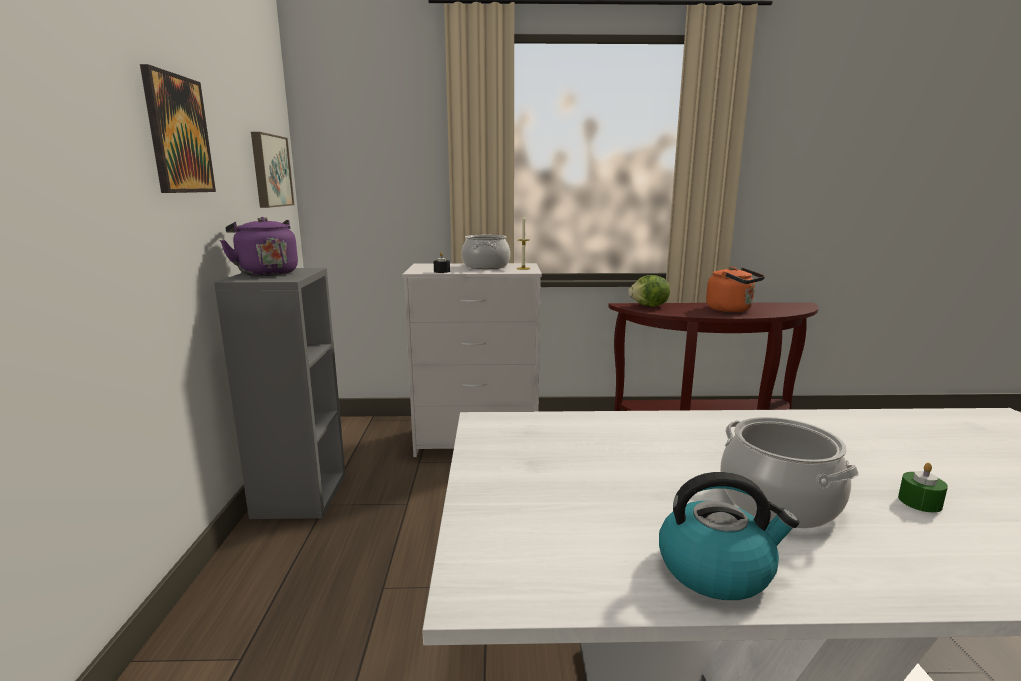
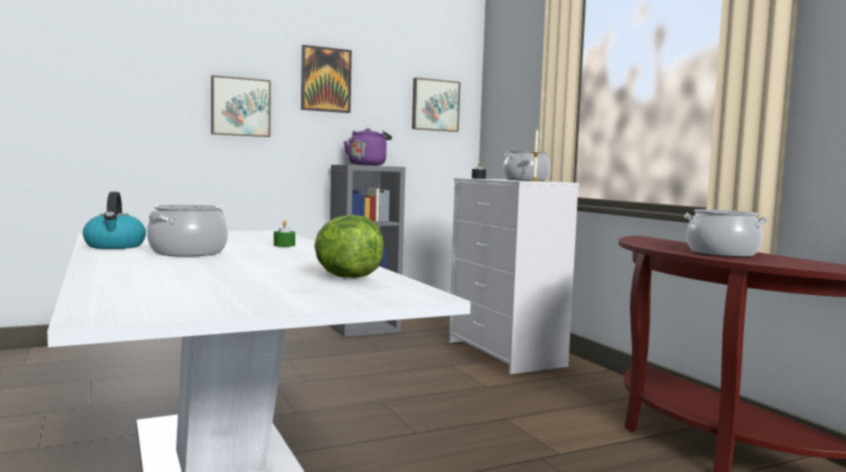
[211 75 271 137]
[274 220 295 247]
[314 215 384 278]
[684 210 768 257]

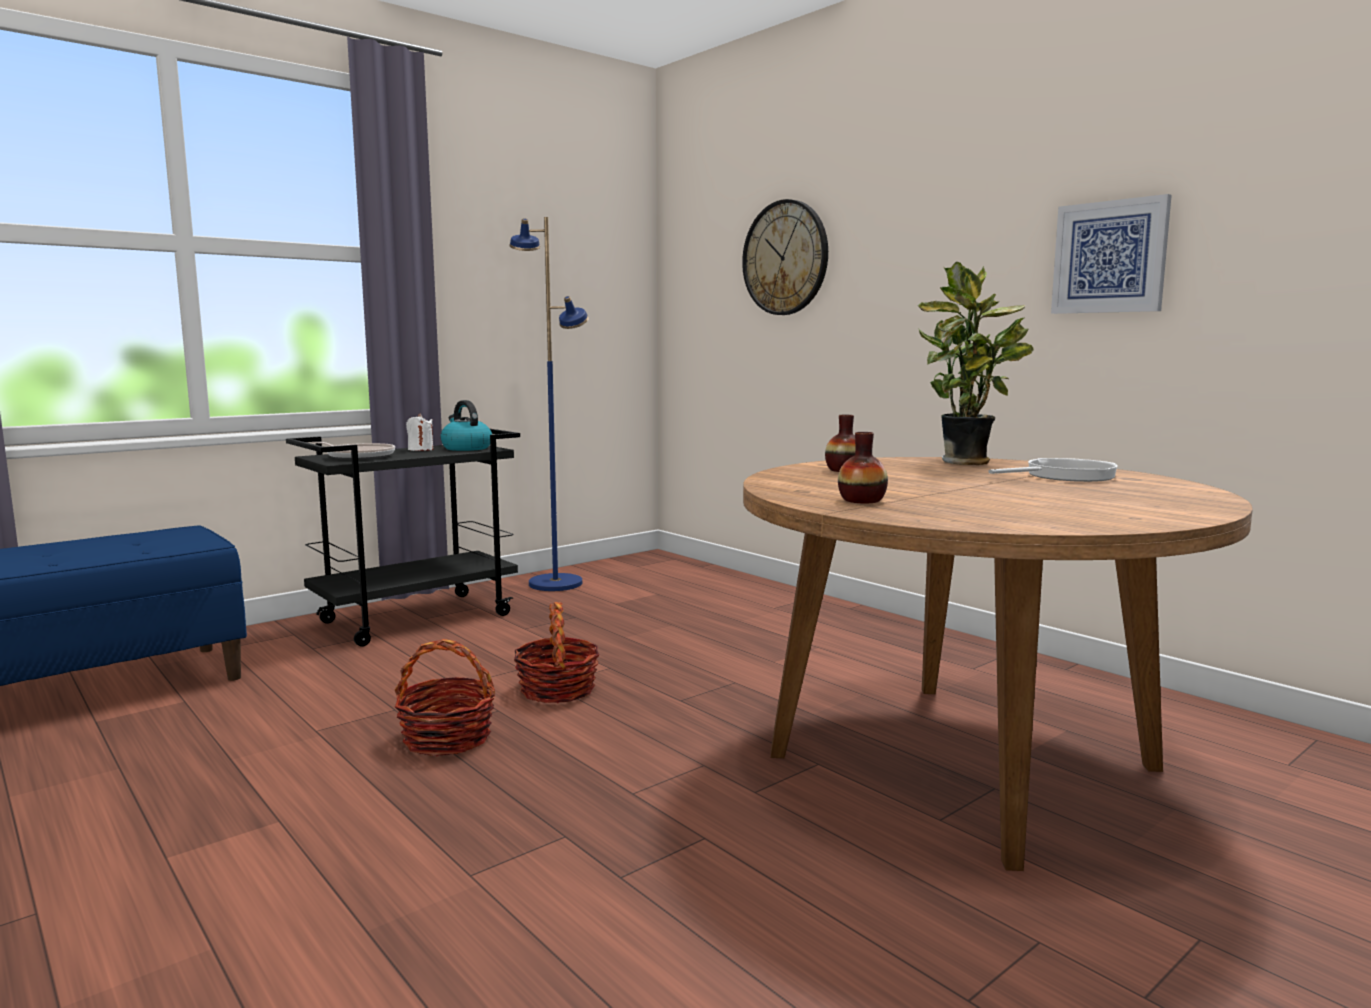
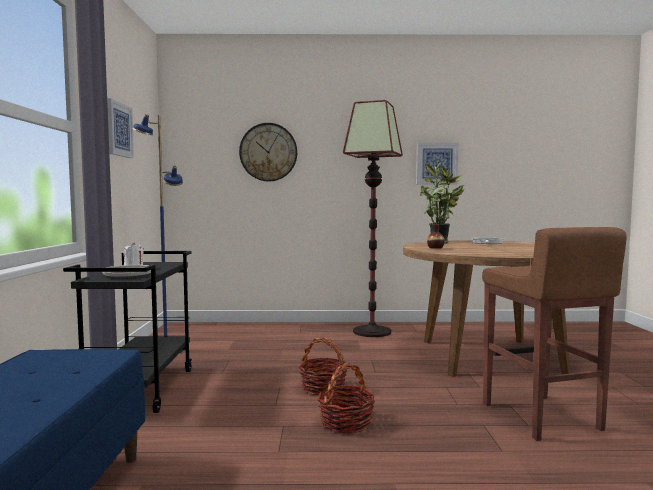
[107 98 134 158]
[343 100 403 337]
[482 227 627 441]
[440 400 492 451] (first image)
[838 432 888 503] (first image)

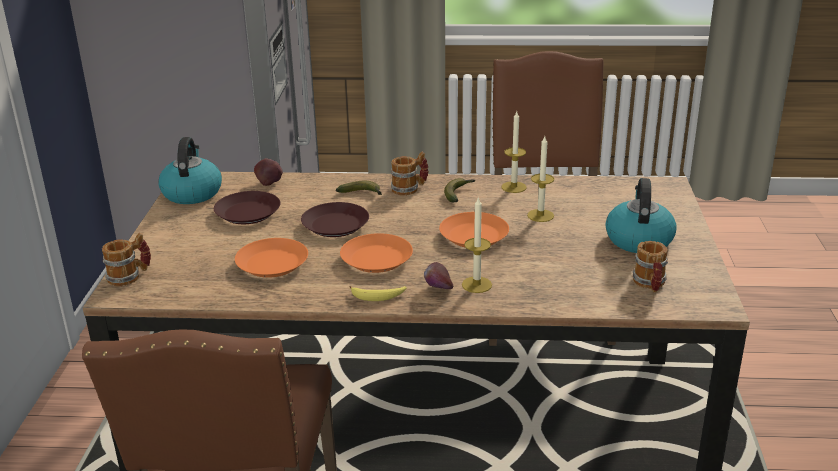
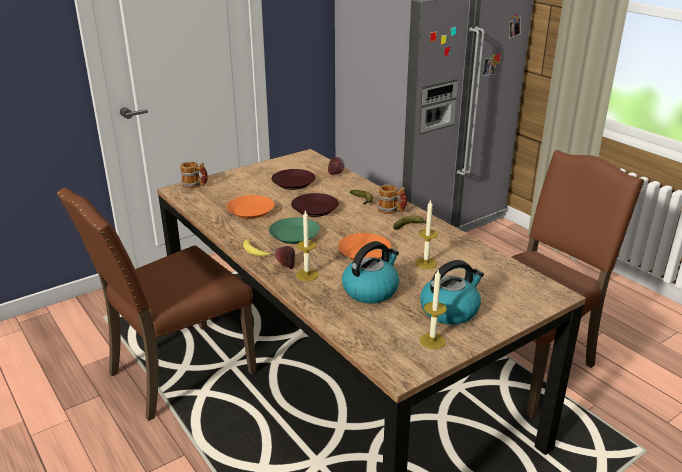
[269 217 320 244]
[342 241 399 303]
[420 269 447 349]
[633 241 668 293] (first image)

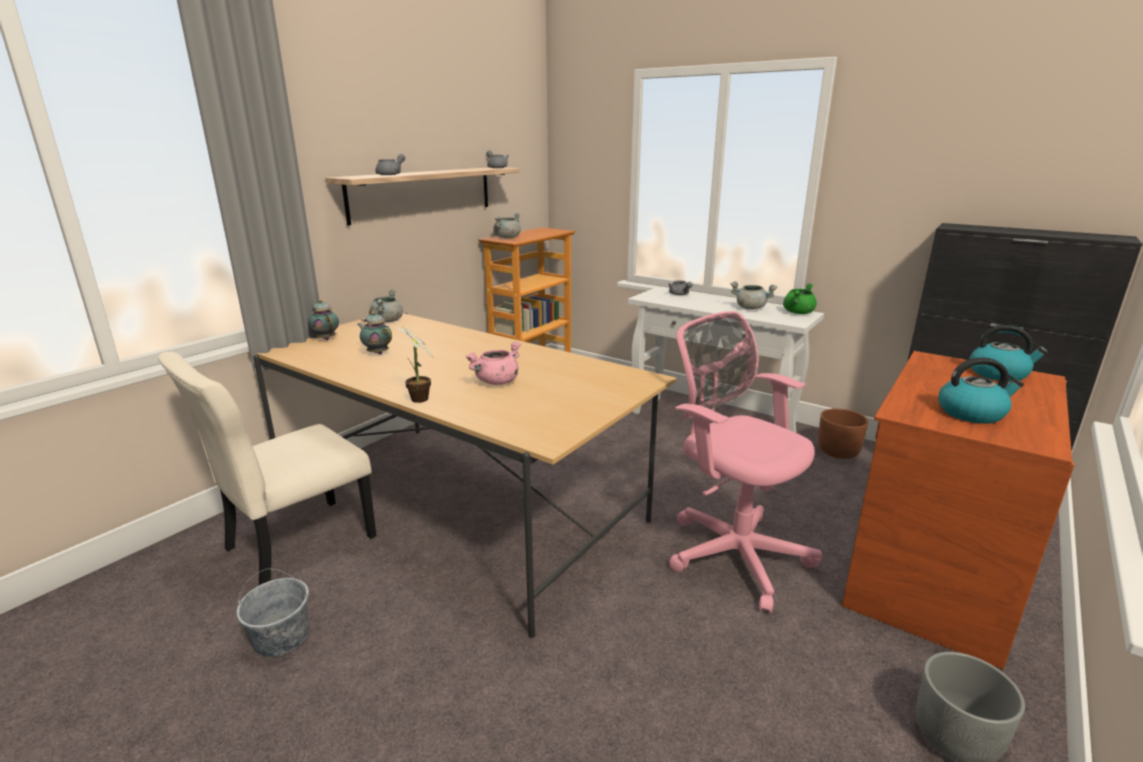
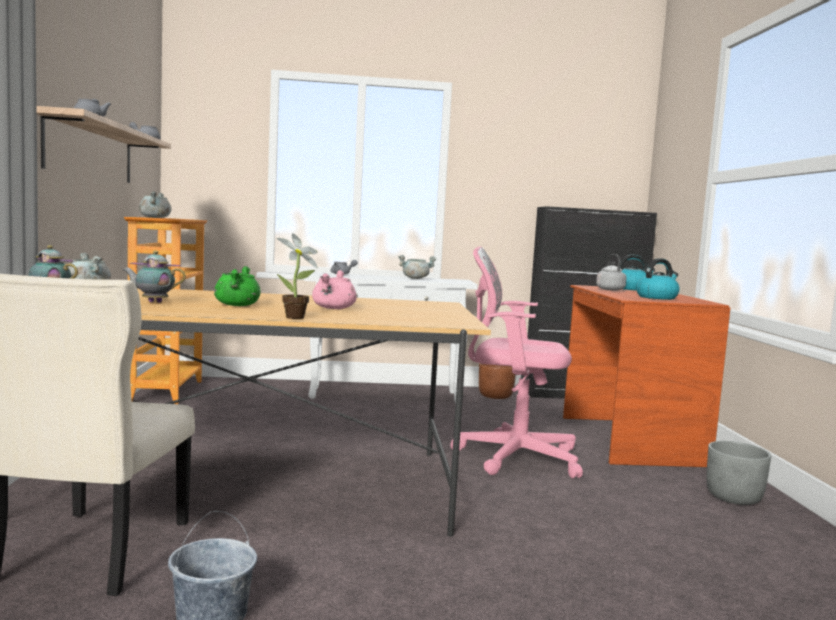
[214 266 261 306]
[596 254 627 291]

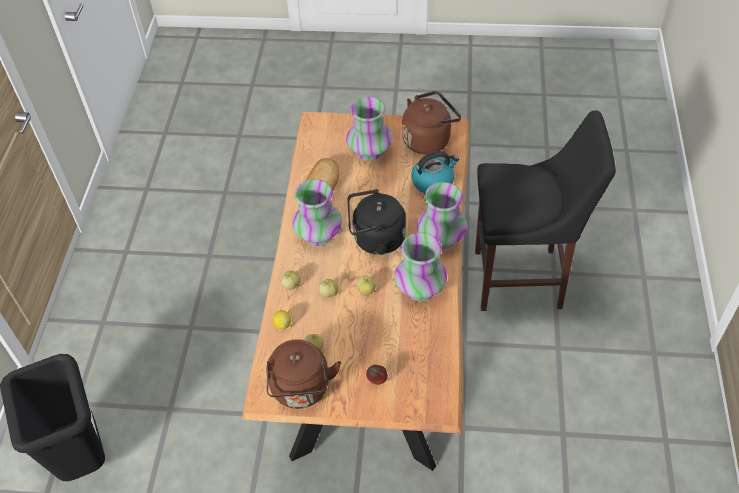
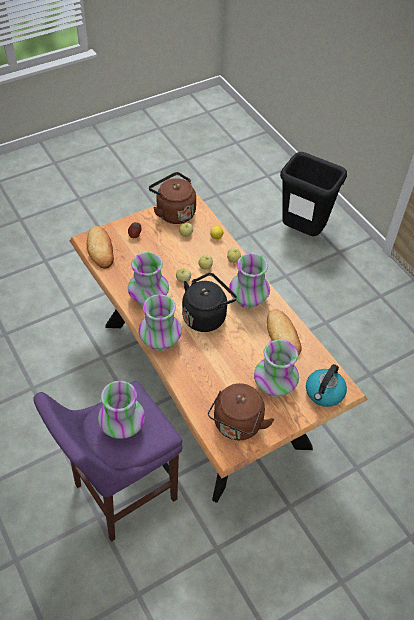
[33 381 182 542]
[87 226 114 269]
[98 381 145 439]
[306 364 347 407]

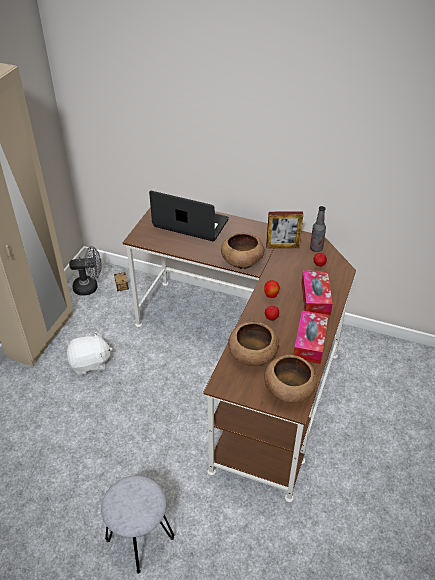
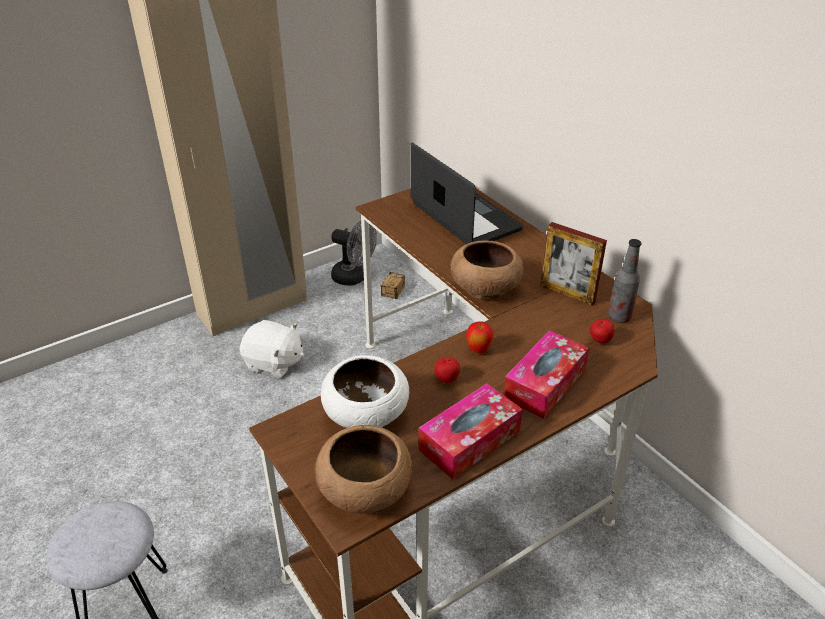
[321 355 409 428]

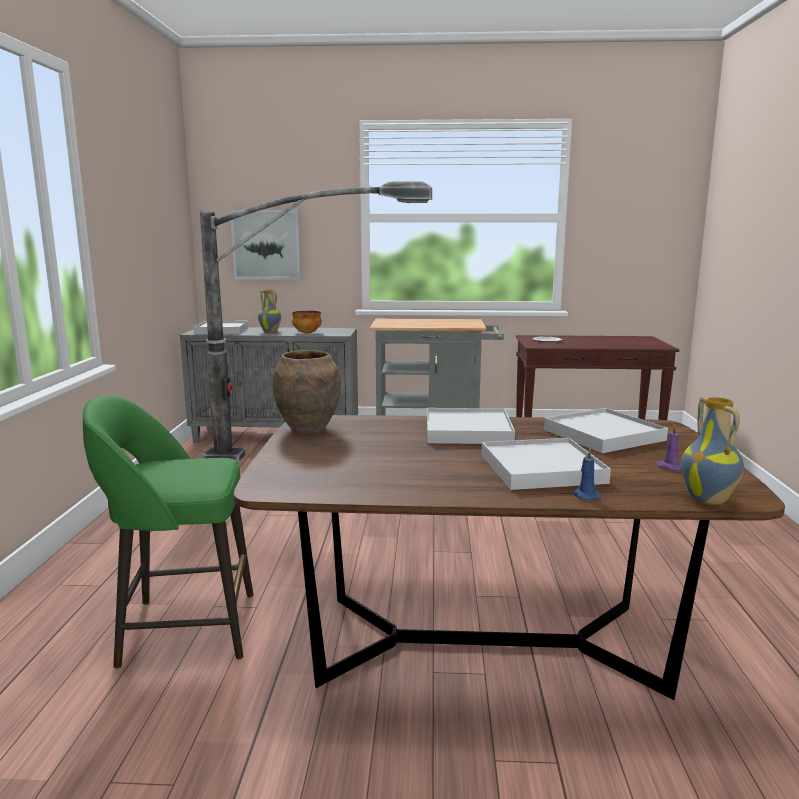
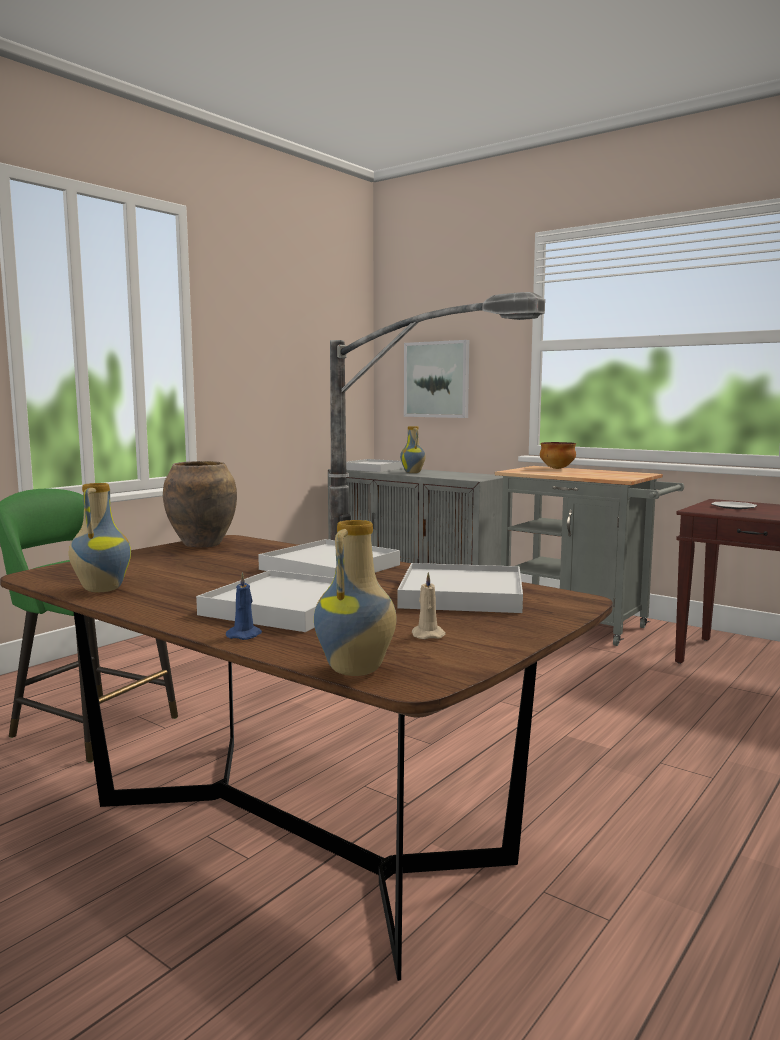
[69 483 131 592]
[412 572 446 639]
[540 442 576 469]

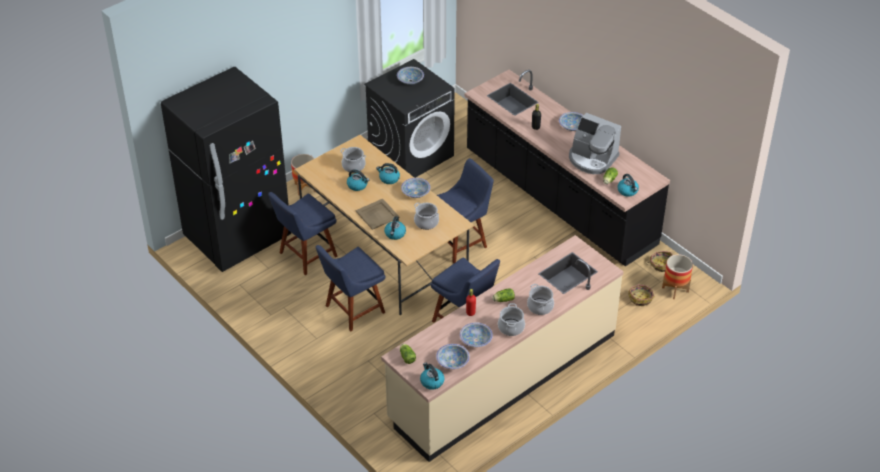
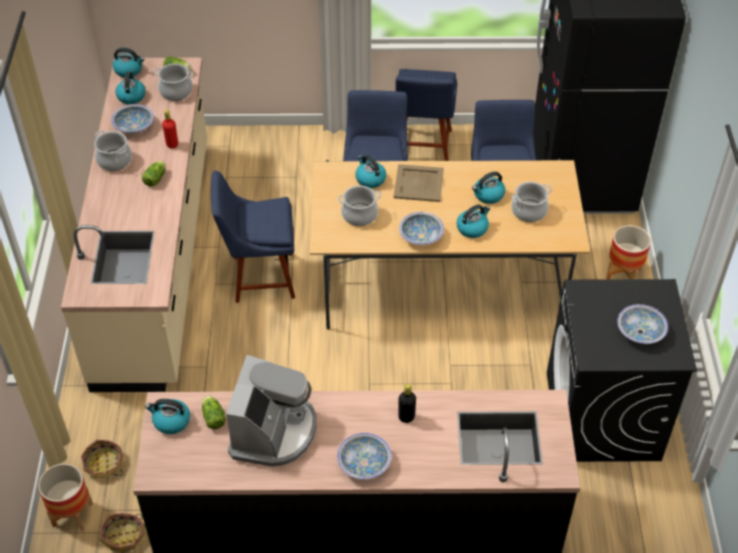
[116 71 146 104]
[154 63 193 101]
[226 355 317 467]
[395 69 457 161]

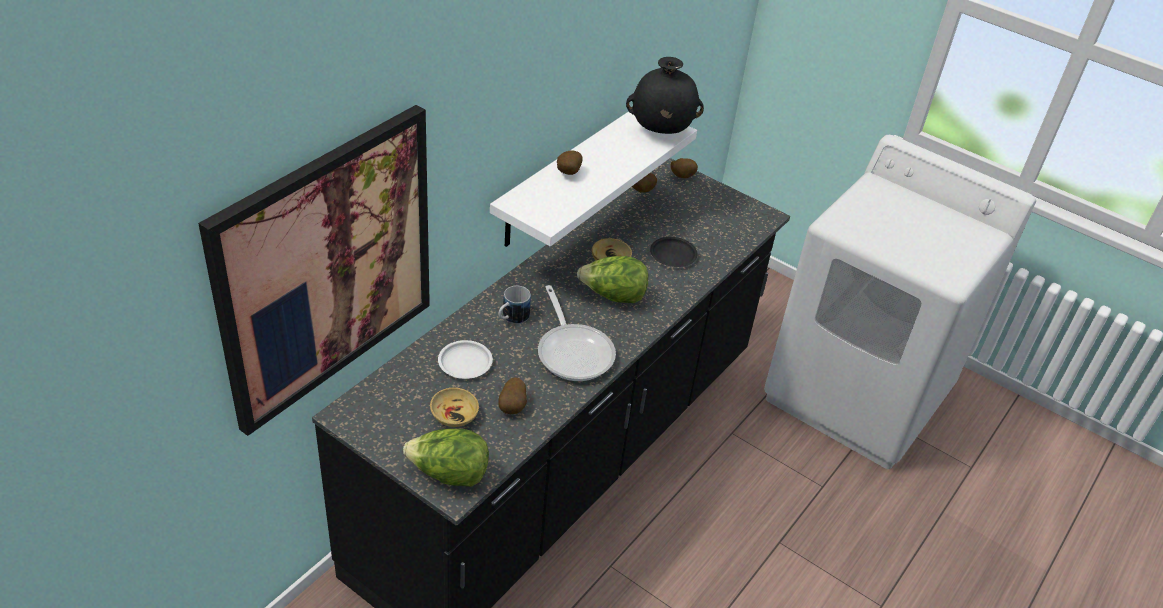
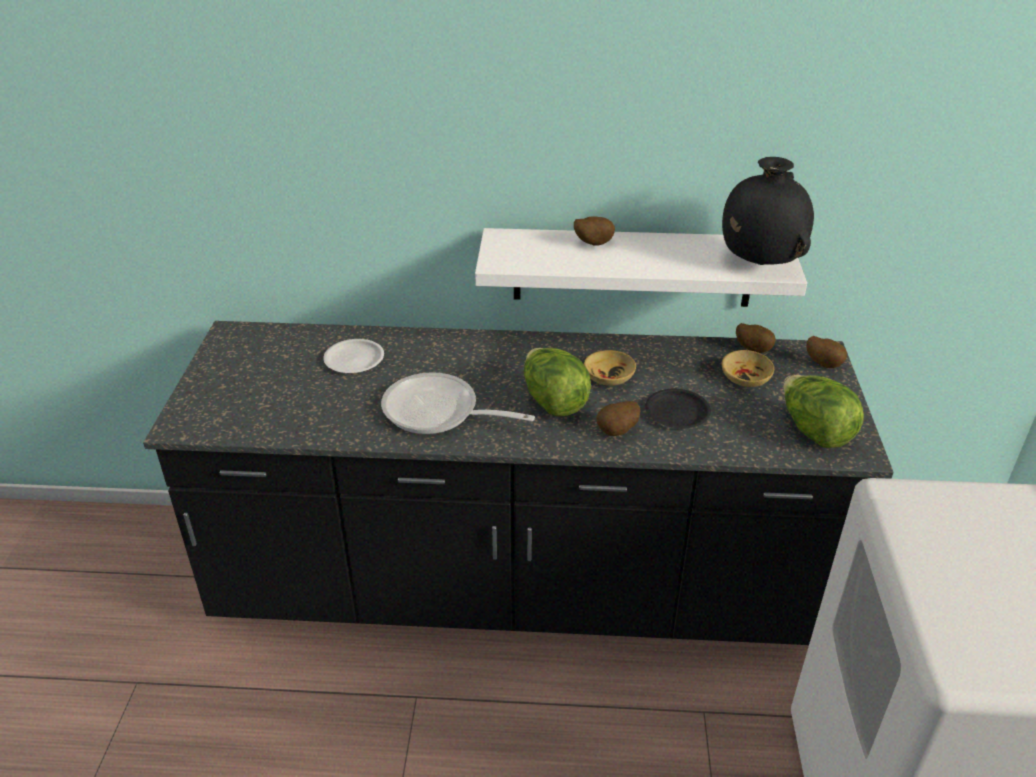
[381 372 535 434]
[596 401 640 436]
[722 350 774 387]
[784 375 864 448]
[198 105 430 436] (first image)
[499 286 531 324] (first image)

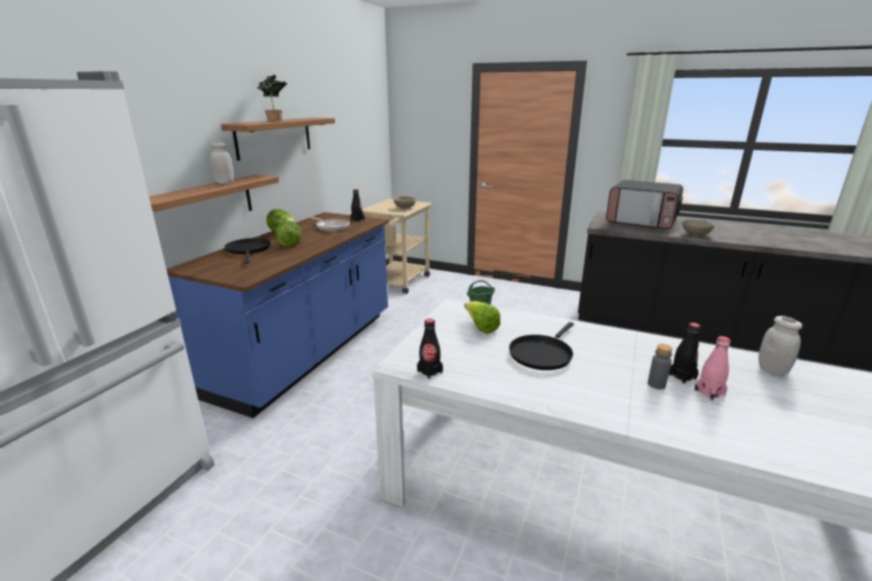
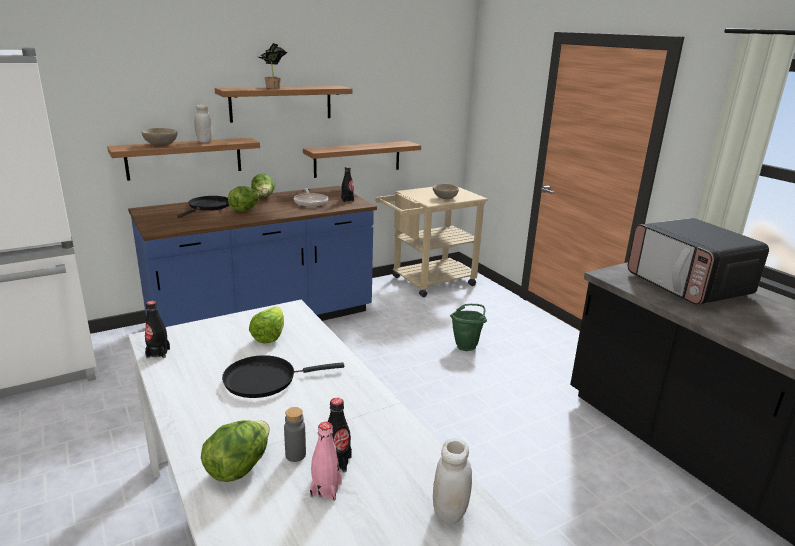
[142 128 177 146]
[201 420 269 482]
[303 141 421 178]

